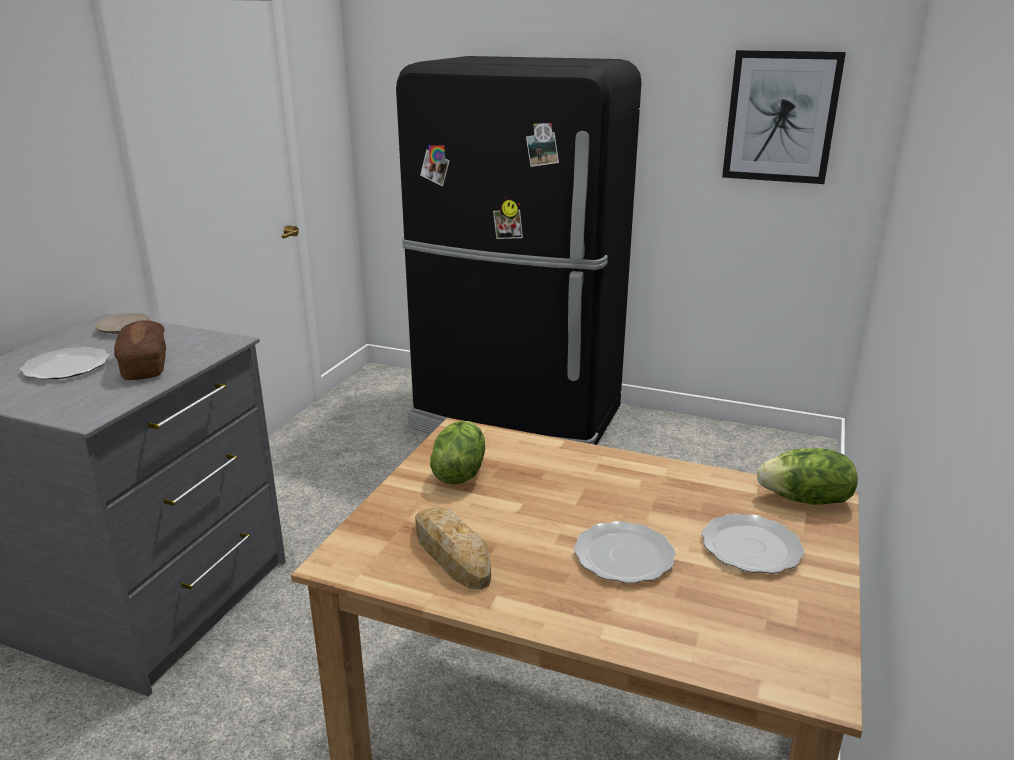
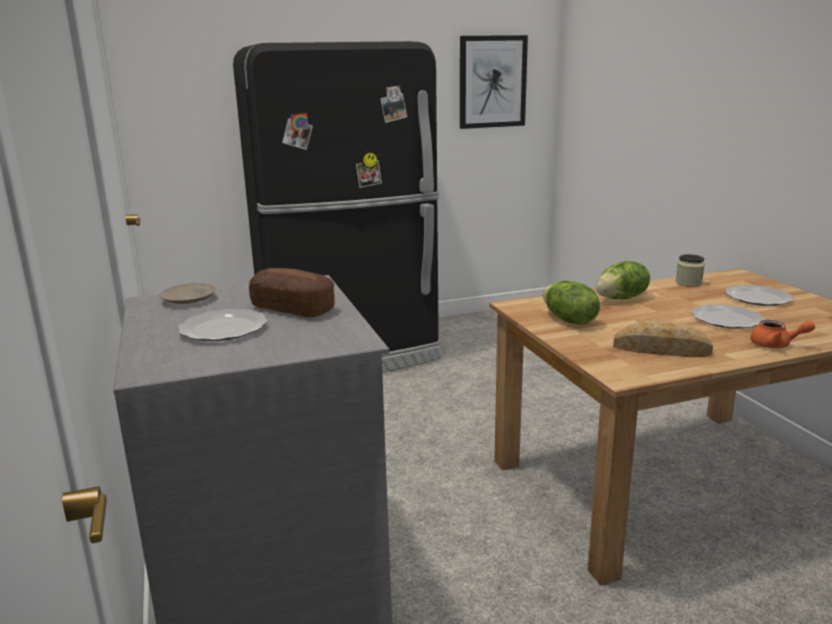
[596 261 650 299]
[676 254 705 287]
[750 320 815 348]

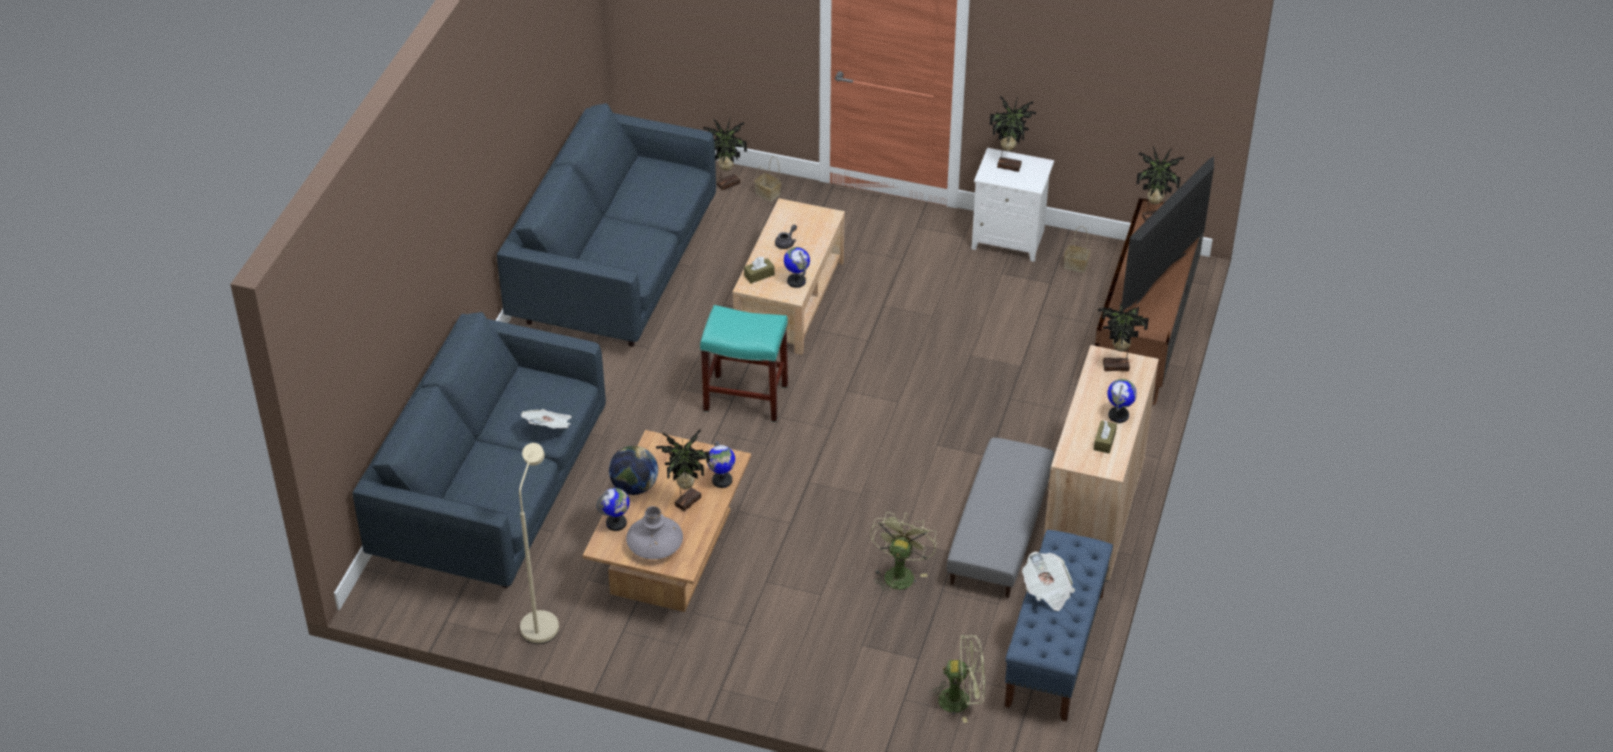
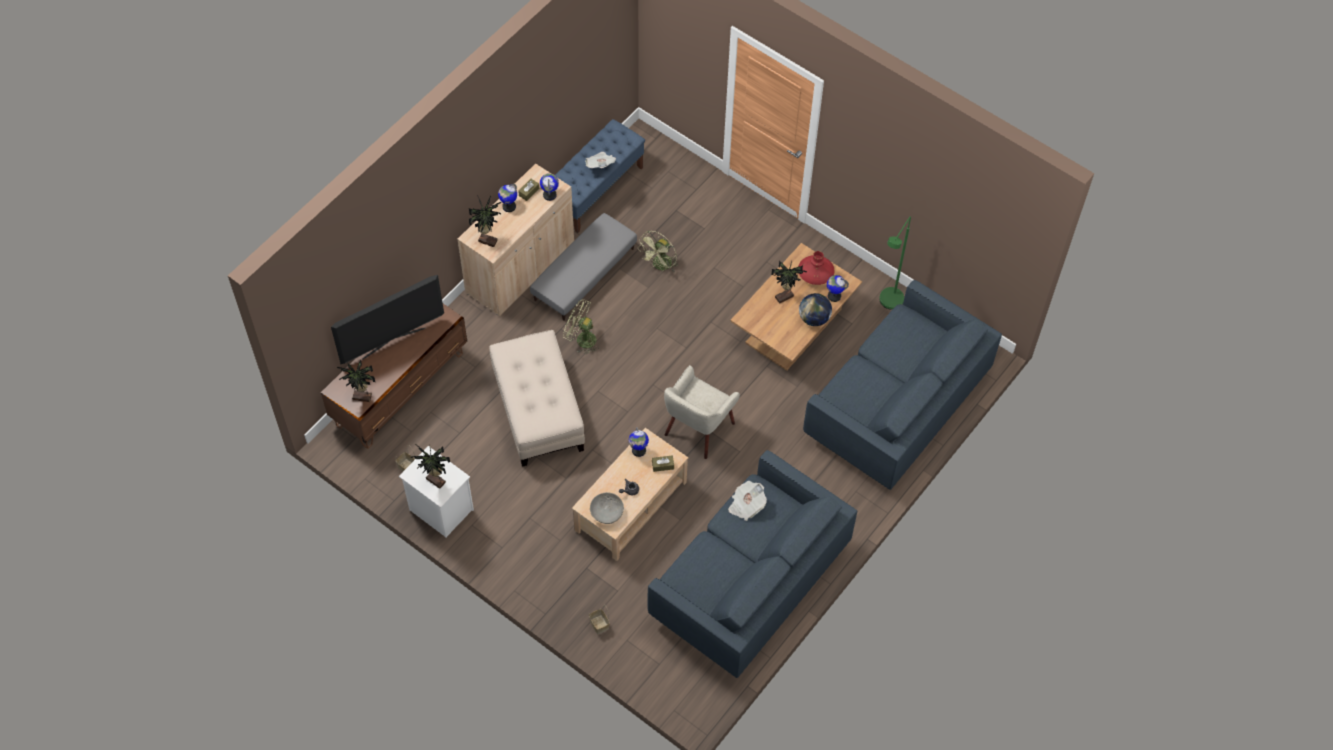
[489 330 585 467]
[540 173 559 201]
[563 299 599 354]
[590 492 624 524]
[664 365 740 459]
[728 481 767 521]
[799 251 834 285]
[879 216 911 310]
[703 118 747 191] (first image)

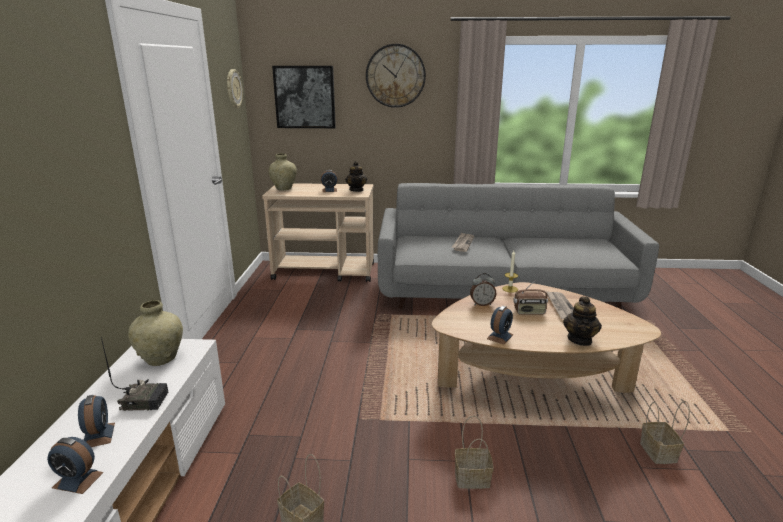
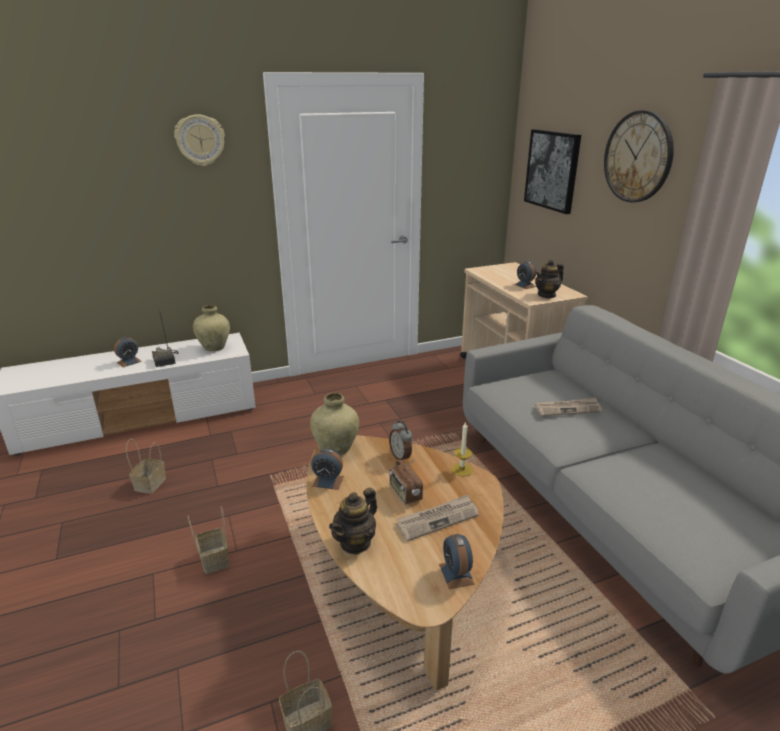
[174 114 225 166]
[310 393 359 455]
[329 487 377 555]
[439 534 475 589]

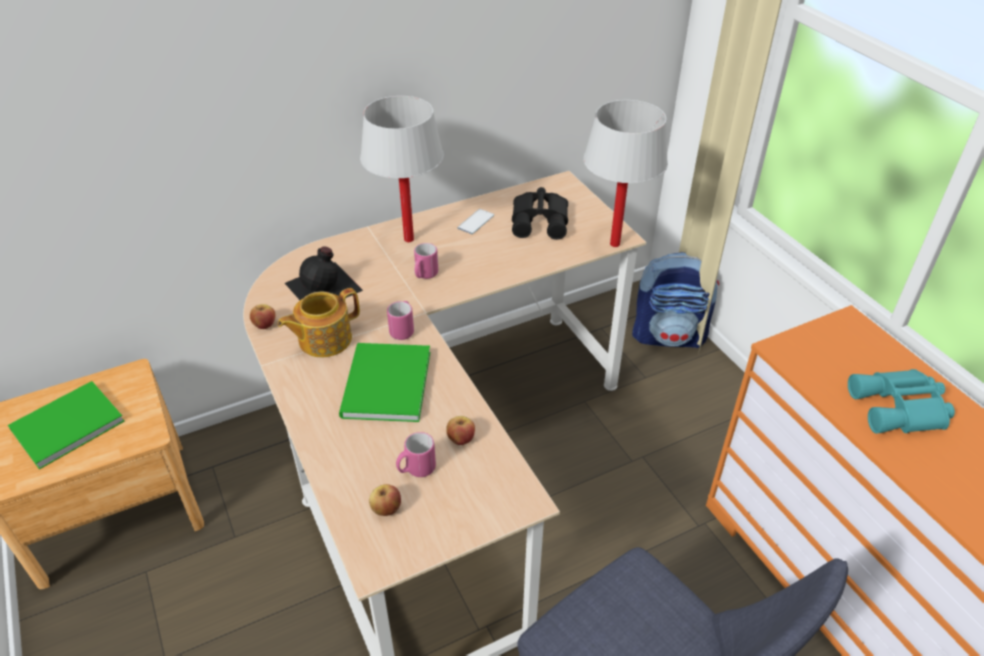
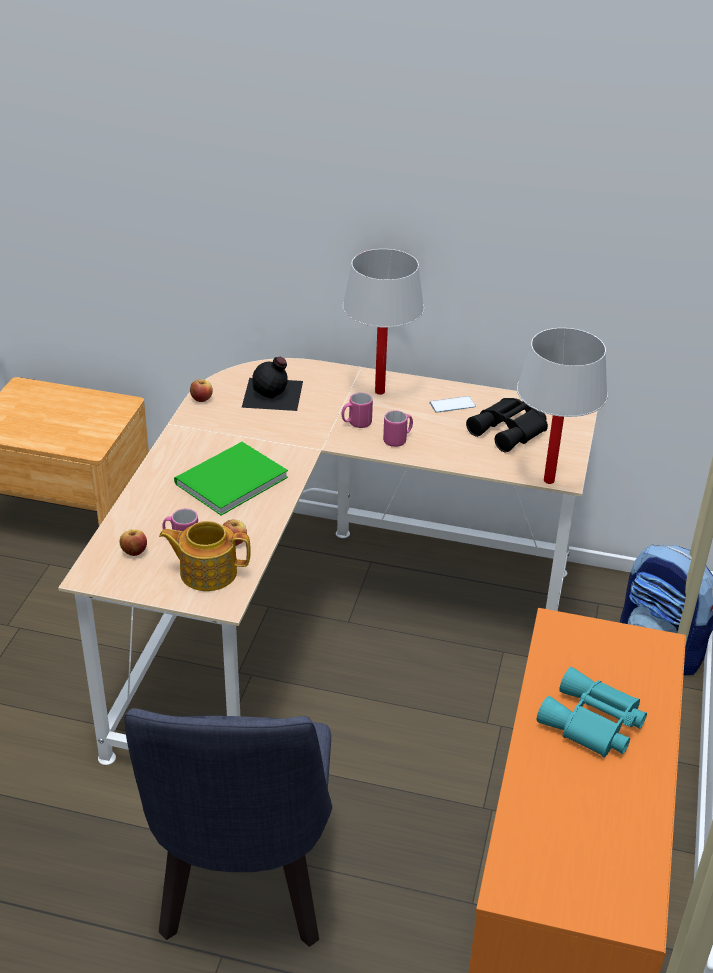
[159 521 251 591]
[383 410 413 447]
[8 381 124 469] (first image)

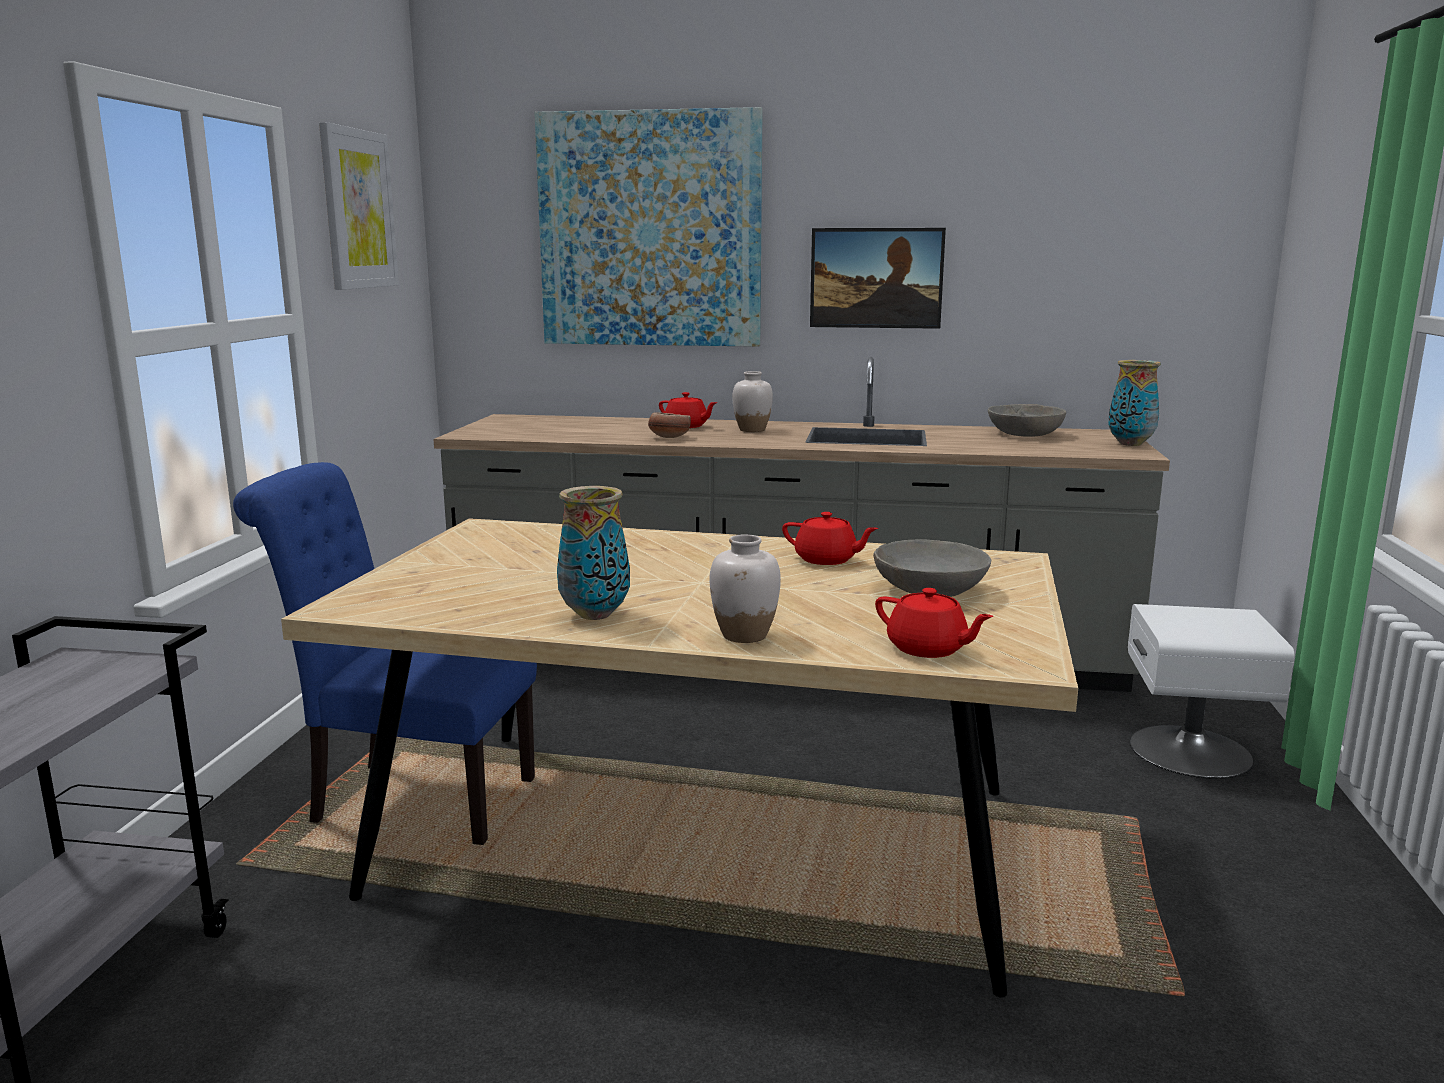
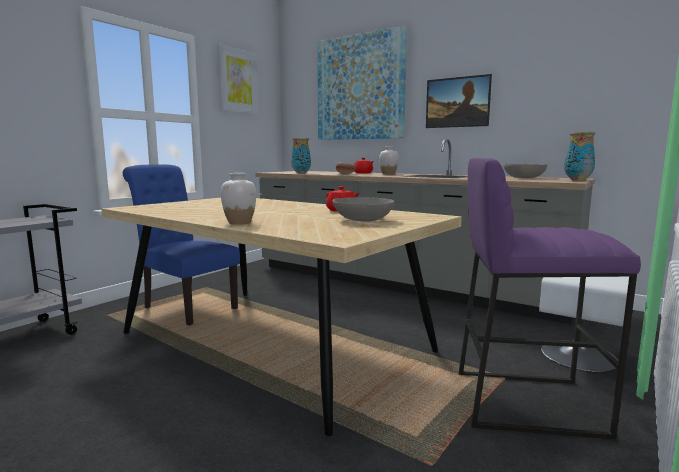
[291 138 311 174]
[459 158 641 439]
[875 588 993 658] (first image)

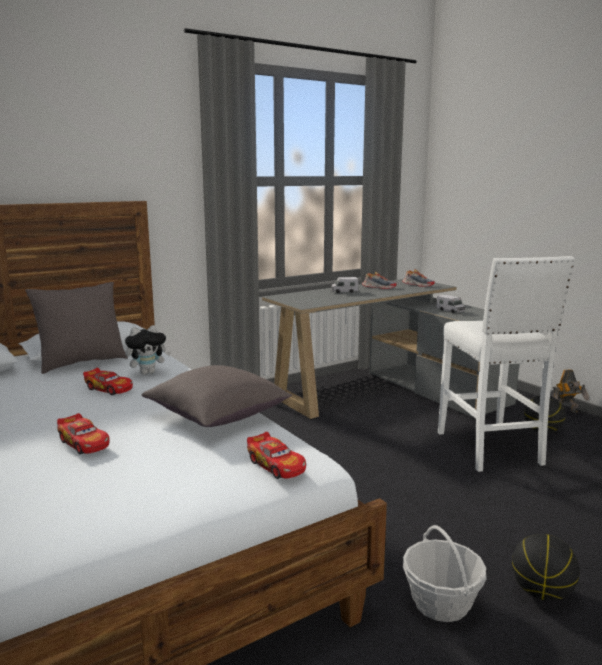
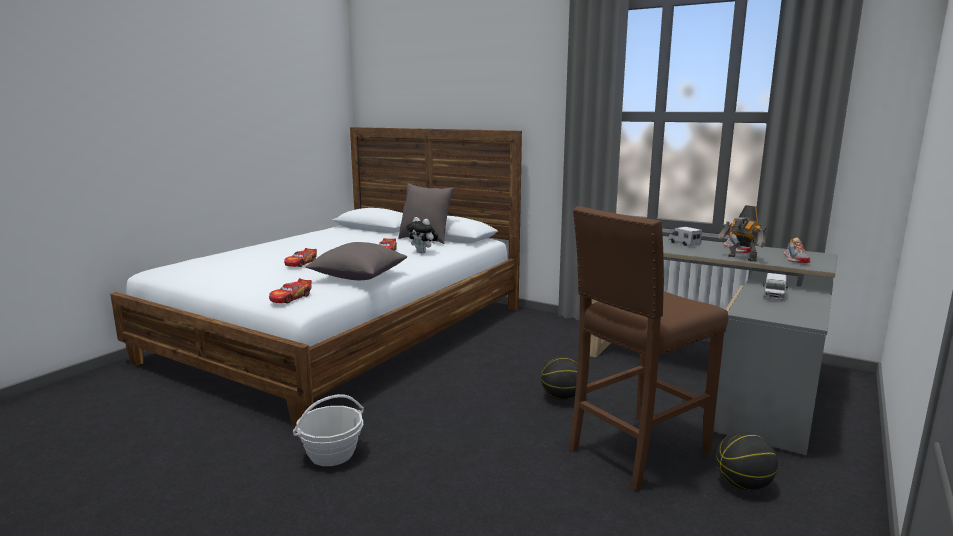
[541 357 578 400]
[569 206 728 491]
[718 205 766 262]

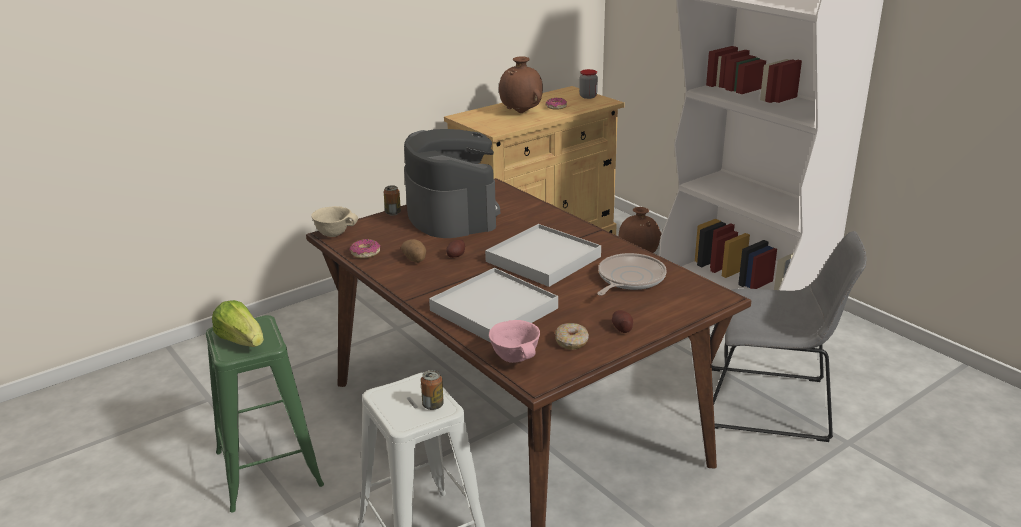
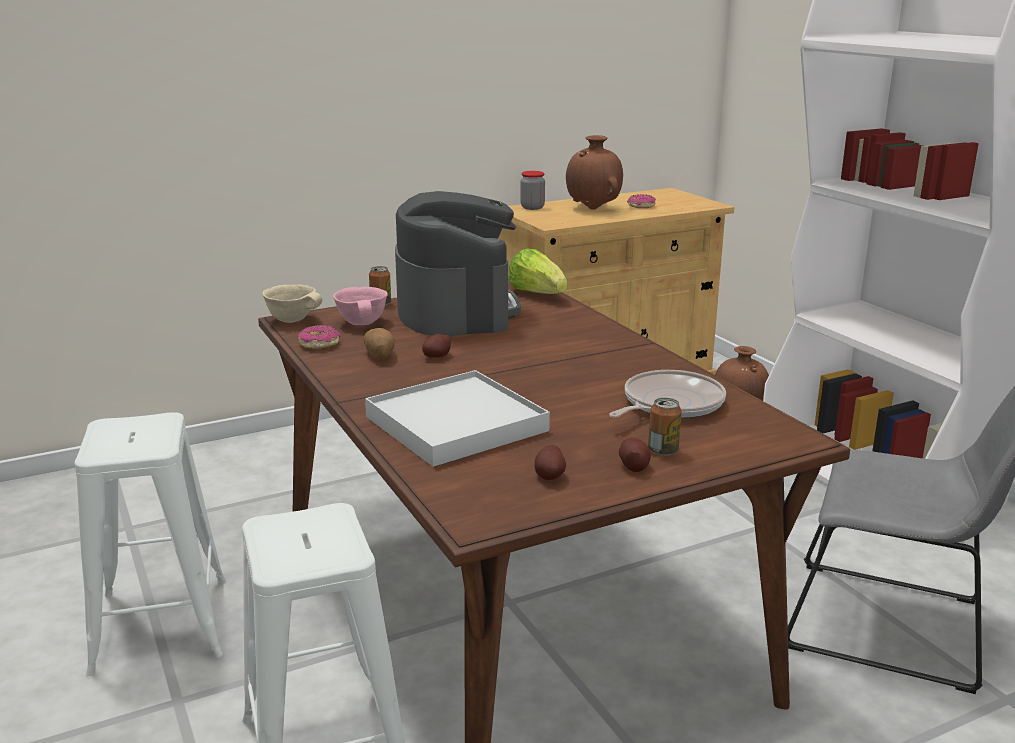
[75 412 226 676]
[333 287 388 325]
[508 249 567 294]
[520 171 545 210]
[534 445 566 480]
[648 398 682 456]
[485 224 601 287] (first image)

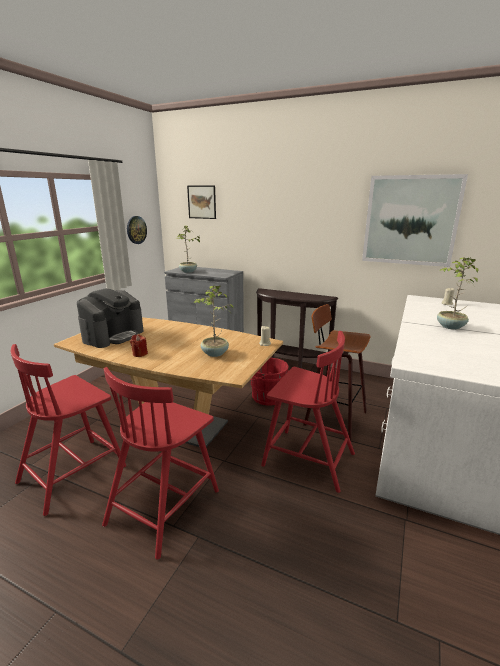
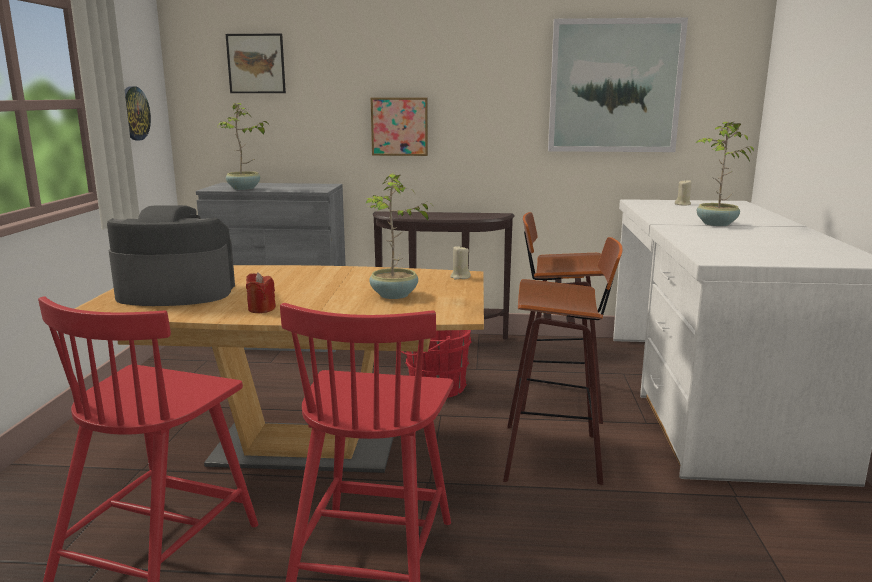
[107 205 235 306]
[371 98 428 156]
[503 237 623 485]

